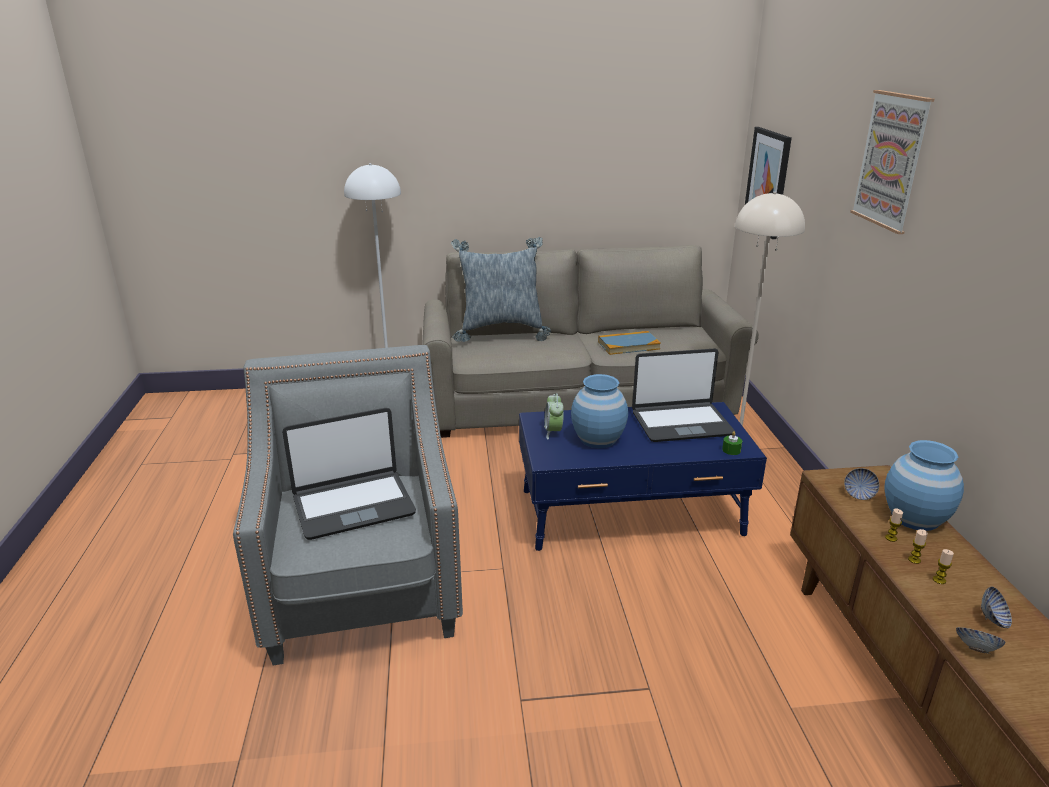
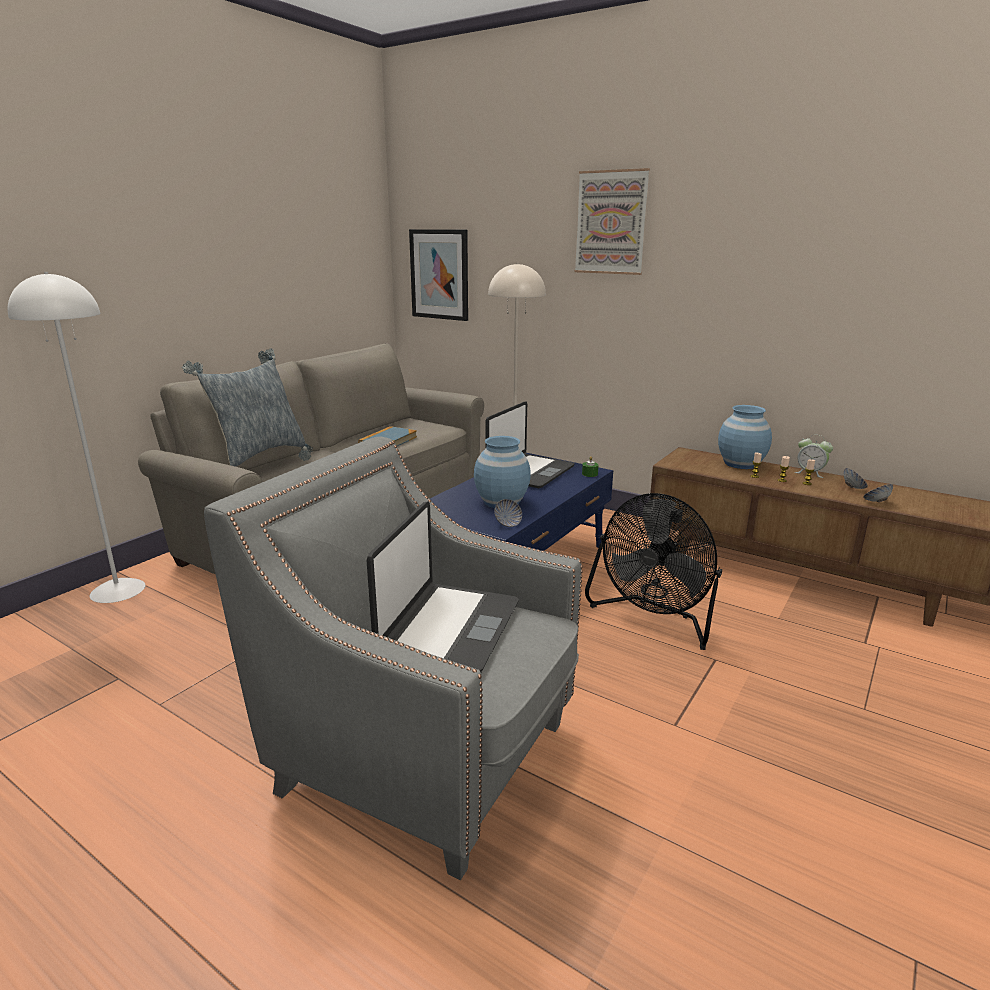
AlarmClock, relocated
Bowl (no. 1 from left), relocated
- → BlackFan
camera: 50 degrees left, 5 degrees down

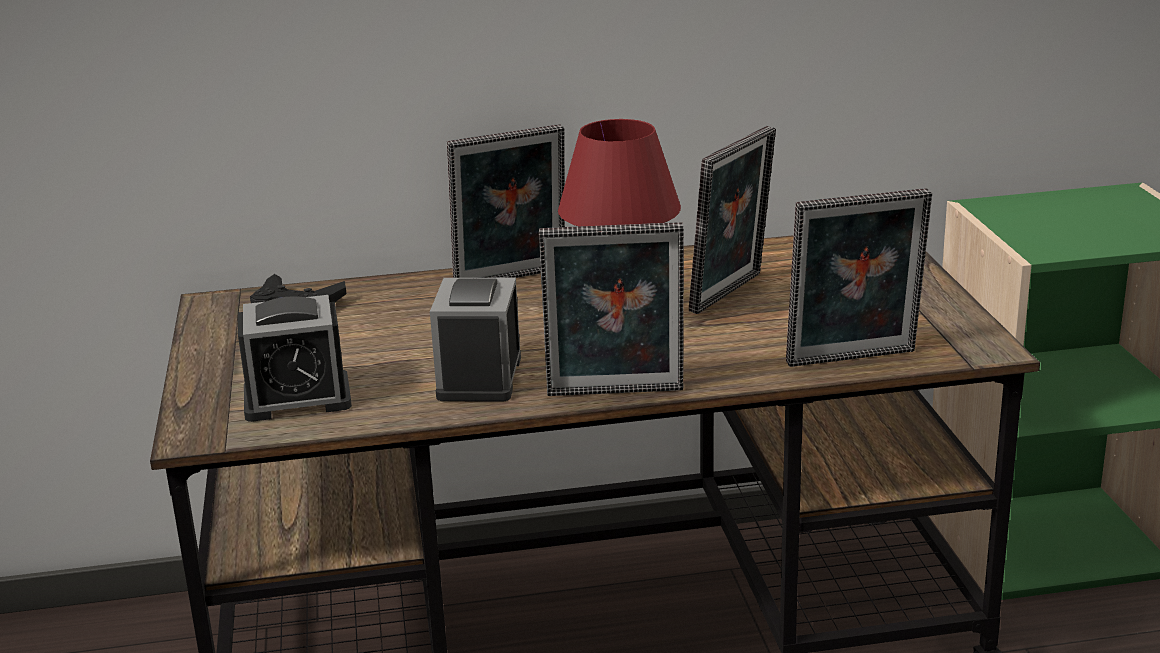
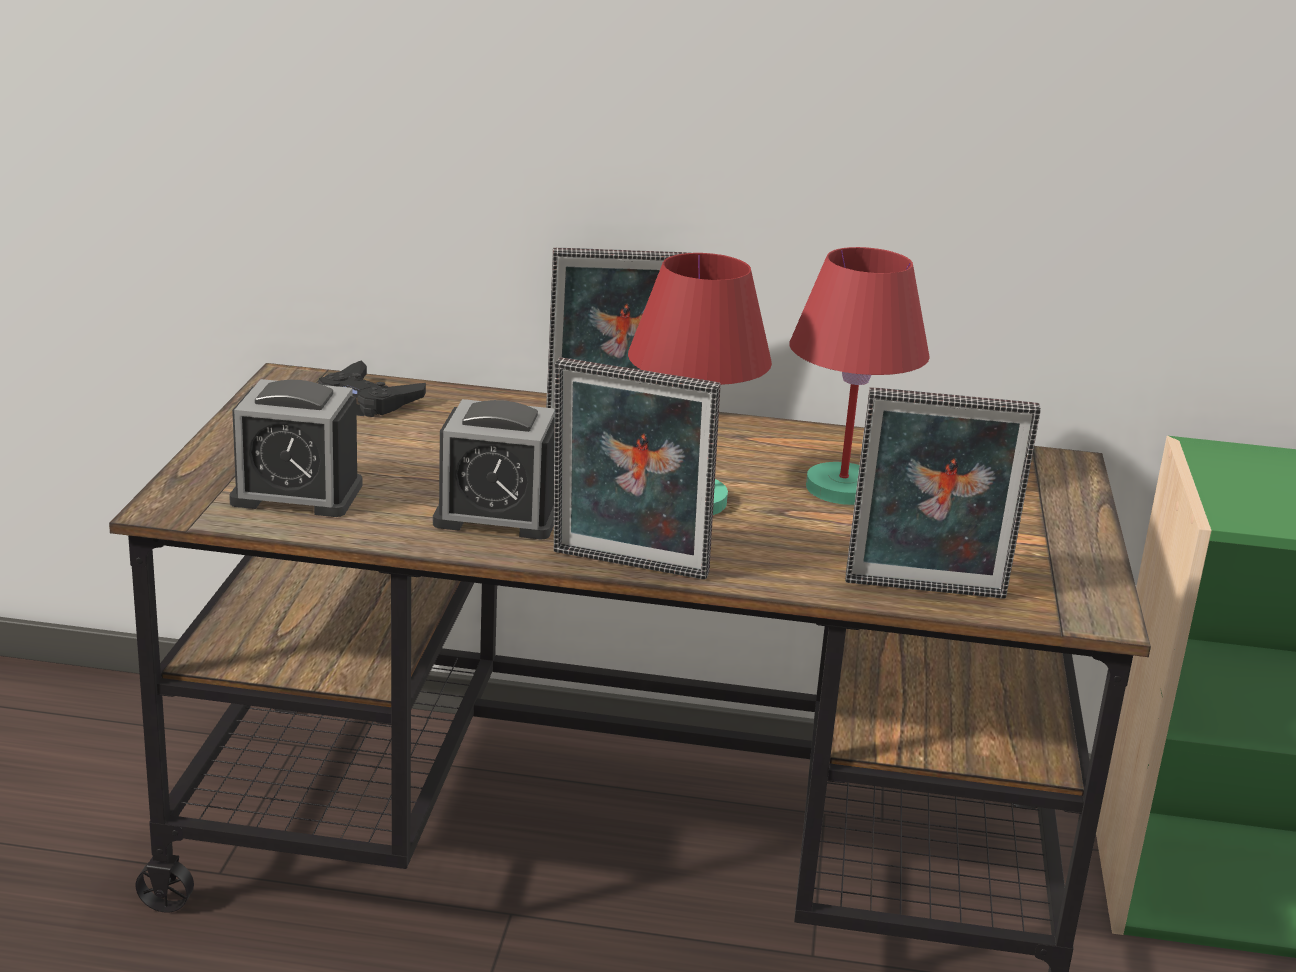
AlarmClock (no. 2 from left), 105 degrees counterclockwise
PictureFrame (no. 3 from left) → RedTableLamp (no. 2 from left)
camera: 15 degrees right, 0 degrees up

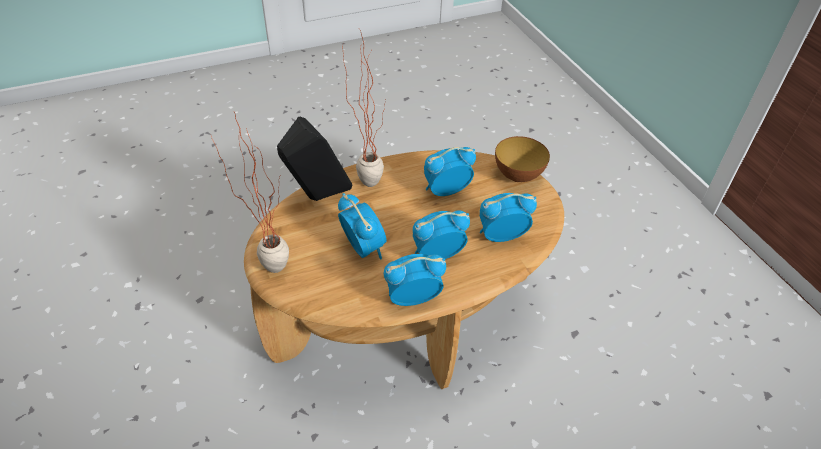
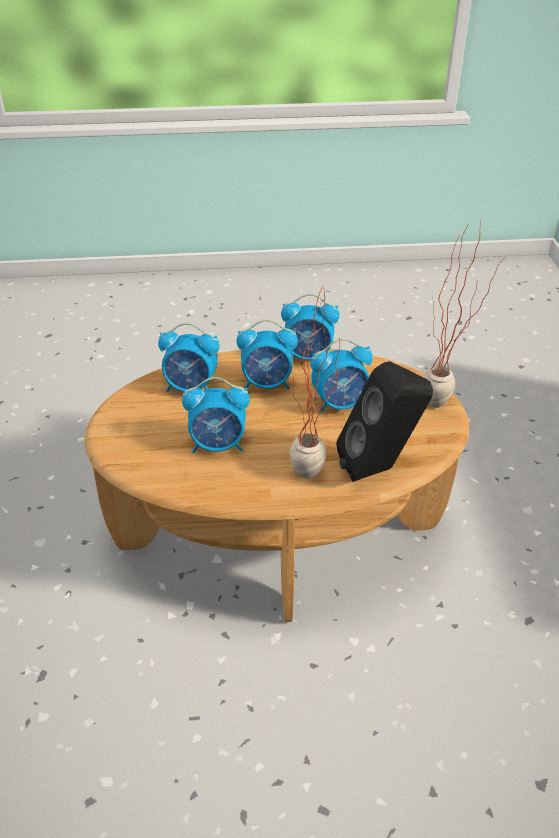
AlarmClock (no. 1 from left in the first image) → AlarmClock (no. 5 from left), 90 degrees counterclockwise
Bowl → -
camera: 160 degrees left, 5 degrees down

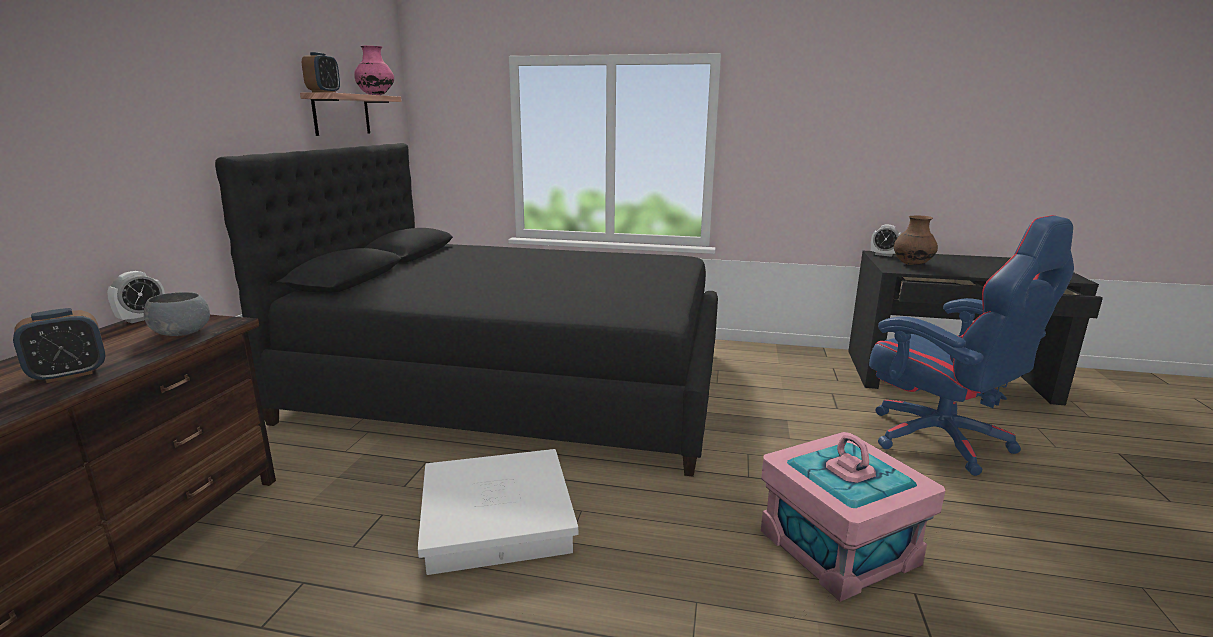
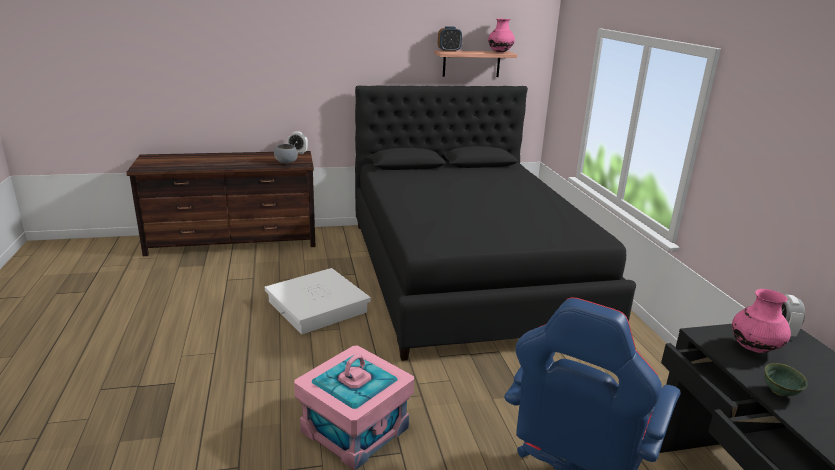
AlarmClock (no. 1 from left) → -
BrownVase → PinkVase (no. 2 from left)
- → GreenBowl
camera: 65 degrees right, 5 degrees up

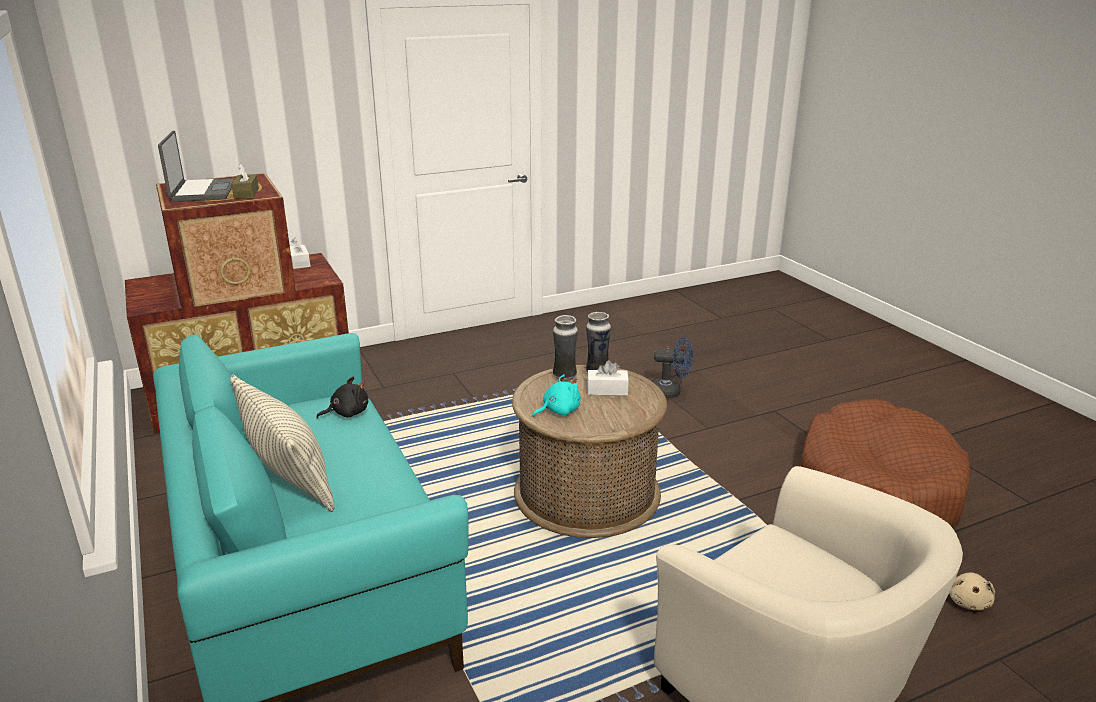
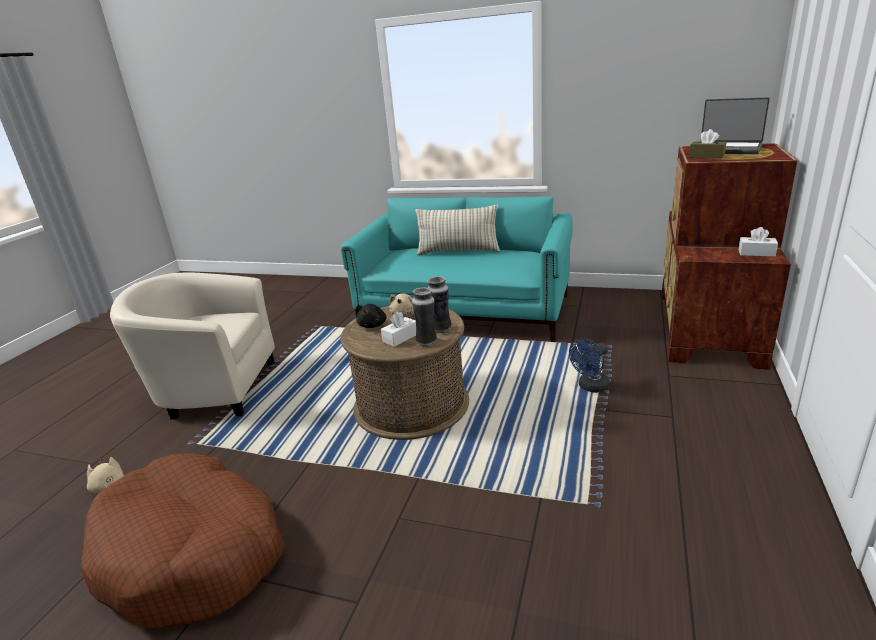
BlackPlushToy, relocated
TurquoisePlushToy → BeigePlushToy (no. 2 from left)
BlueFan, relocated
camera: 135 degrees right, 0 degrees up

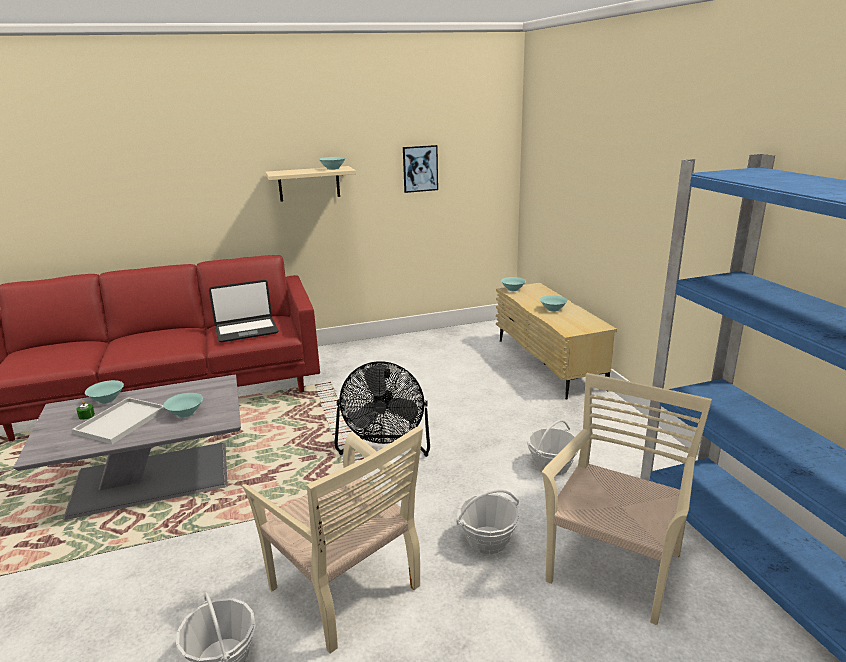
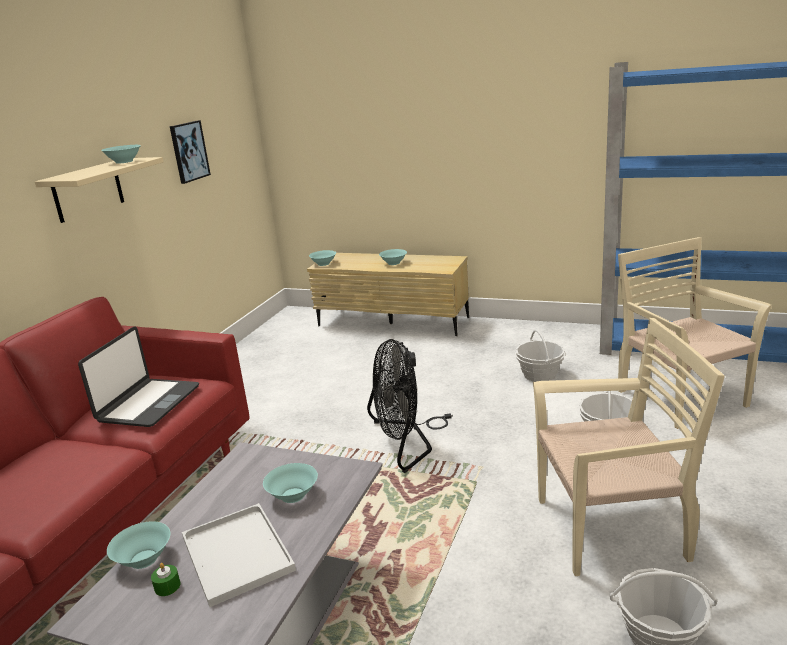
BlackFan, 120 degrees clockwise
camera: 50 degrees left, 0 degrees up

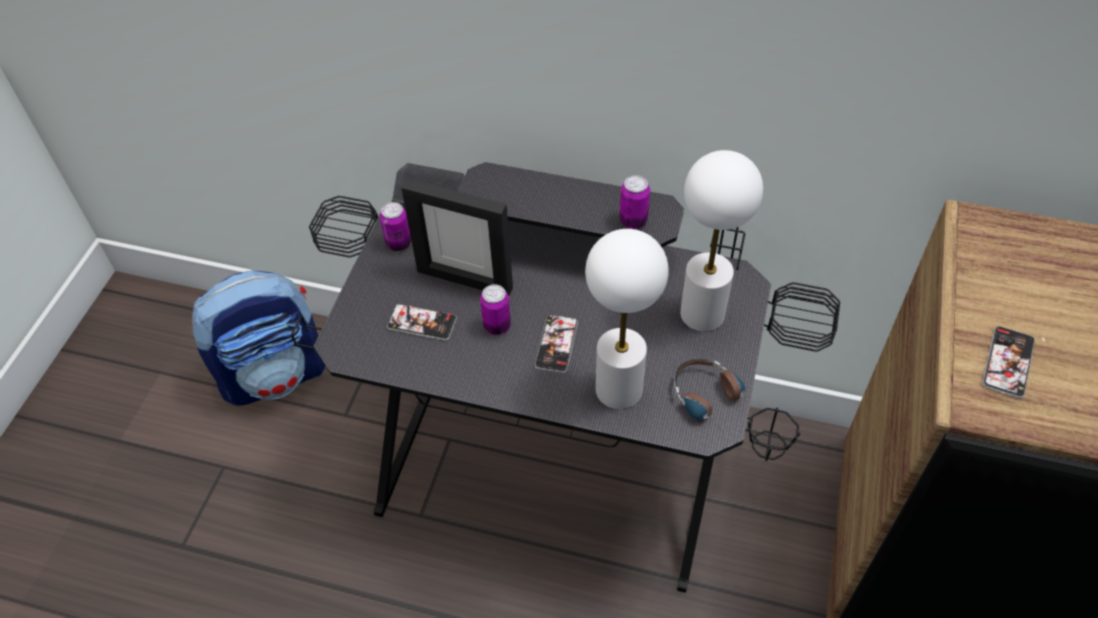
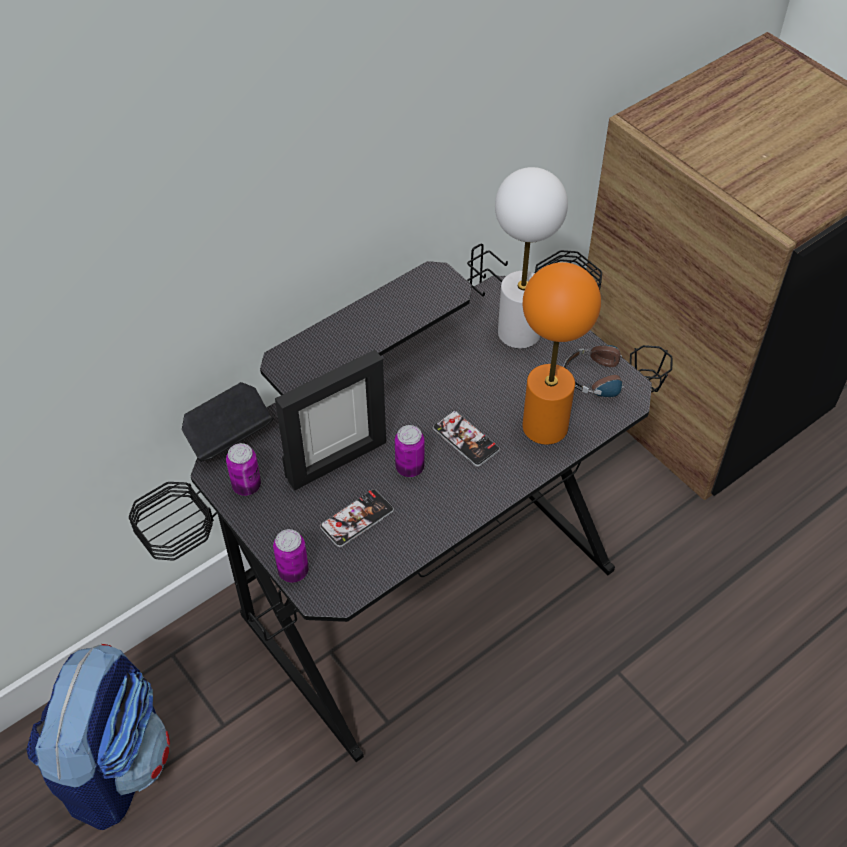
WhiteTableLamp (no. 1 from left) → OrangeTableLamp
Can (no. 3 from left in the first image) → Can (no. 2 from left), relocated
Phone (no. 3 from left) → -
camera: 55 degrees left, 0 degrees up

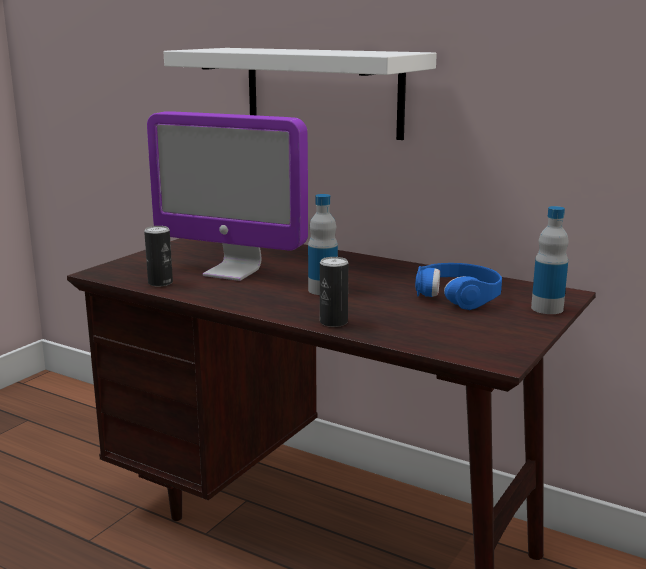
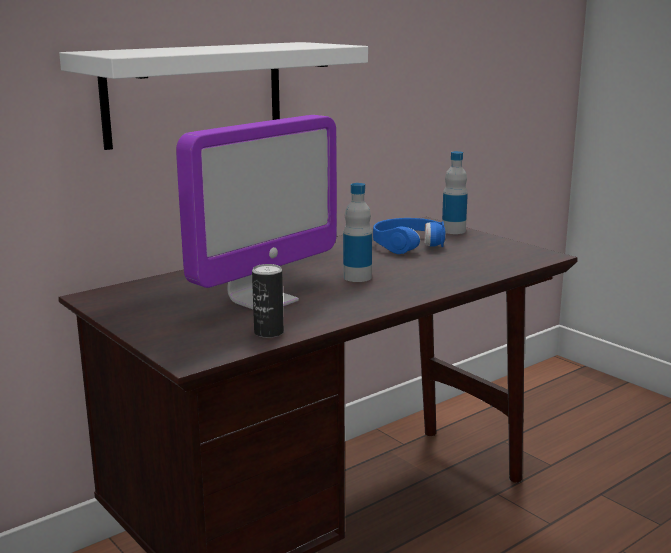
Can (no. 2 from left) → -
camera: 70 degrees left, 0 degrees up

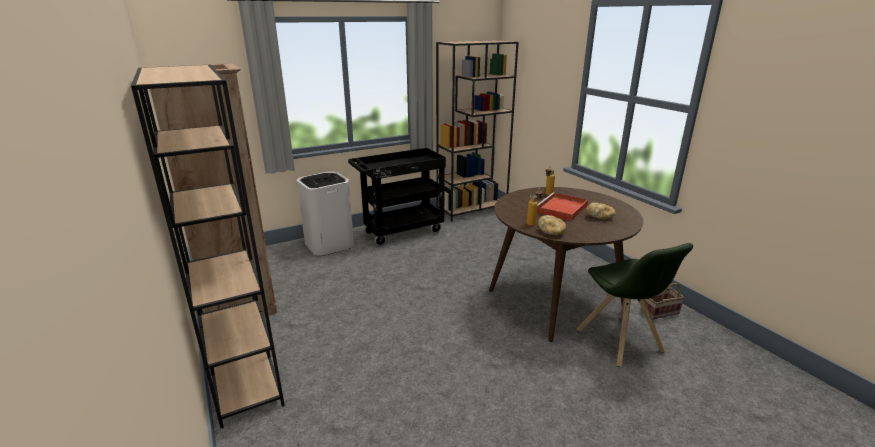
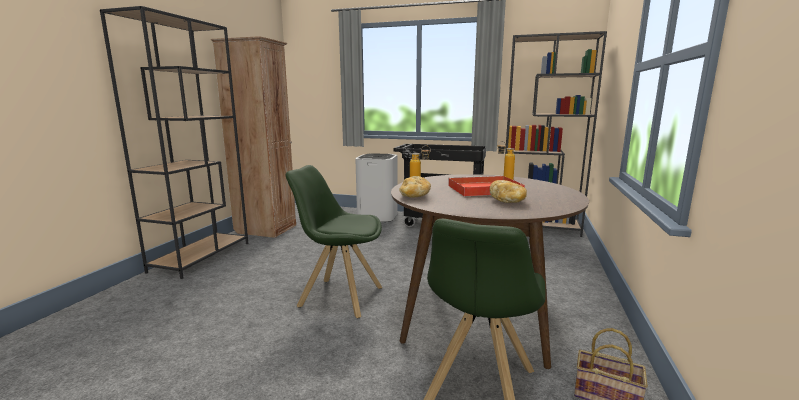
- → GreenChair (no. 1 from left)
camera: 45 degrees right, 10 degrees down

